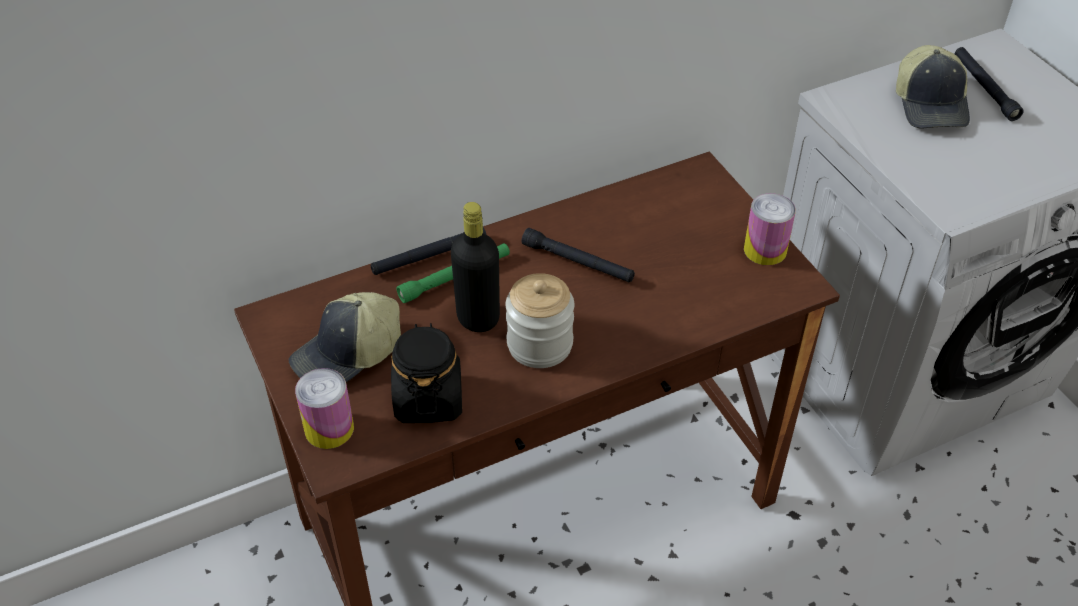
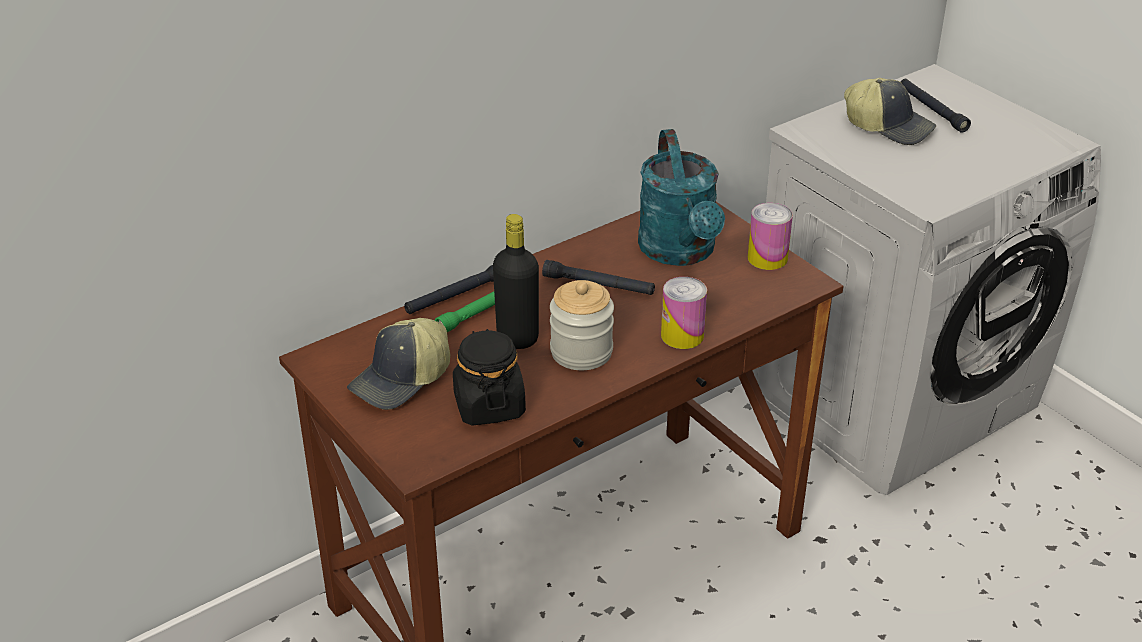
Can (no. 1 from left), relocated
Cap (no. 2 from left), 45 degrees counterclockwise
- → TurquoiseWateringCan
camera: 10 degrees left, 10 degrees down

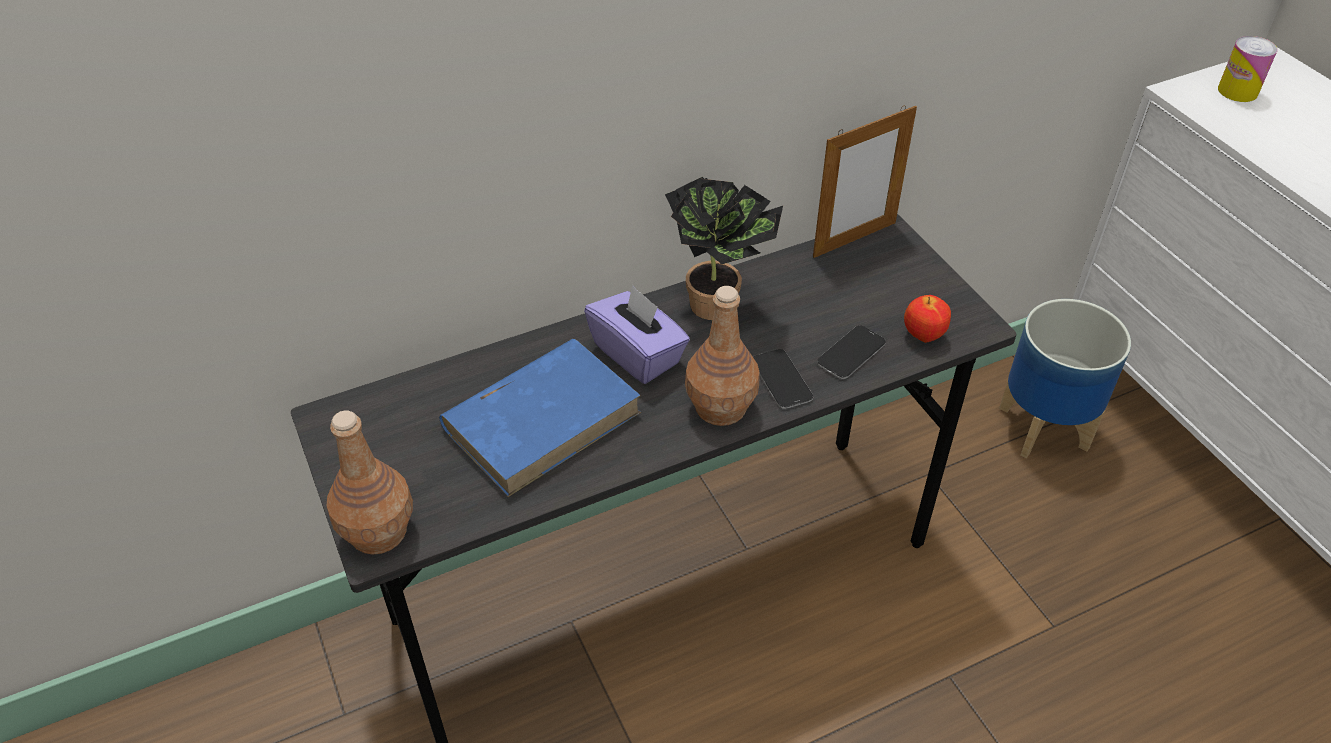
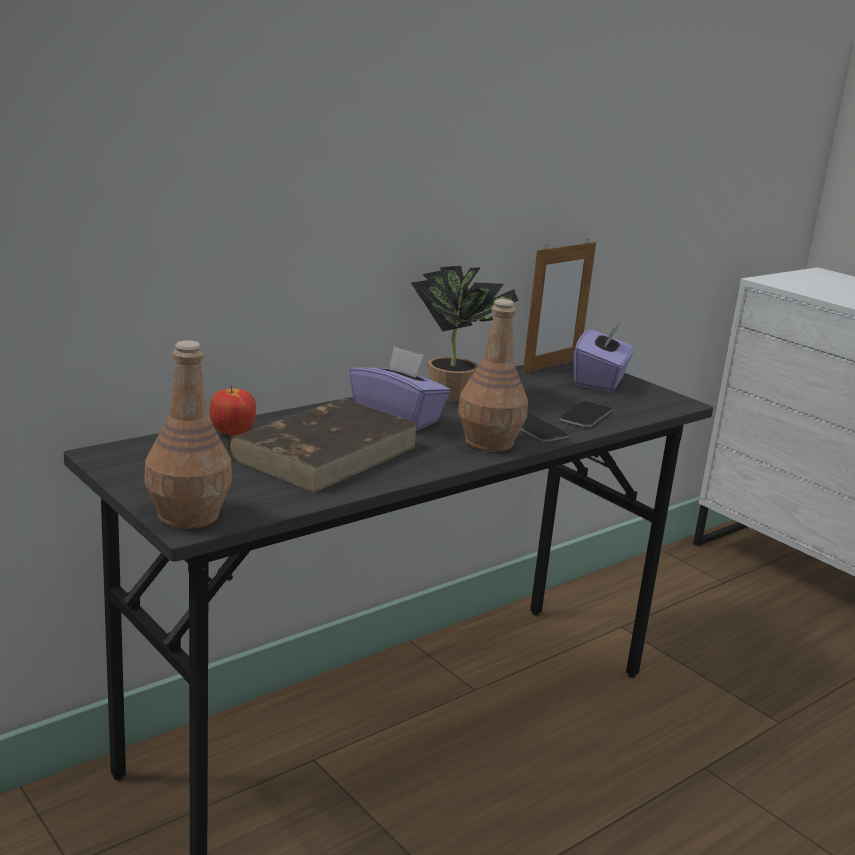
BlueBook → BrownBook
Apple, relocated
Planter → -
Can → -
- → PurpleTissueBox (no. 2 from left)
camera: 15 degrees left, 25 degrees down

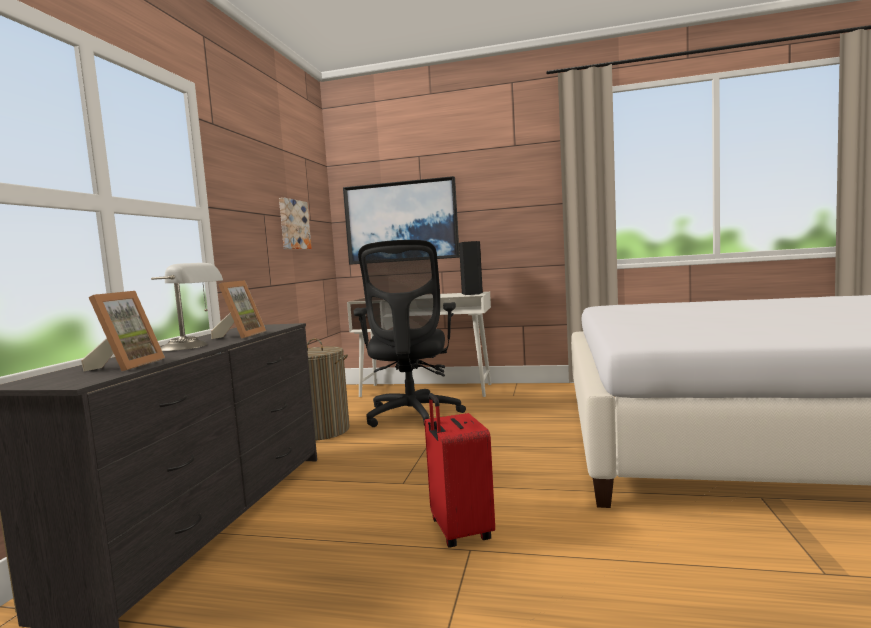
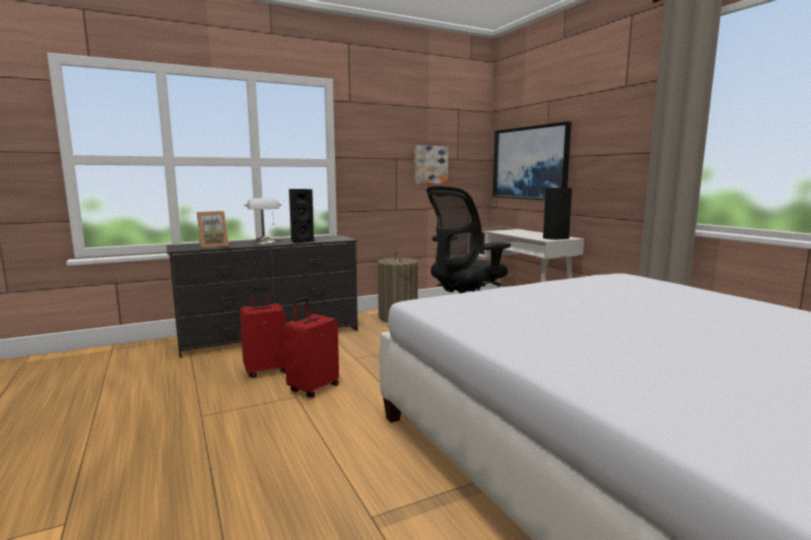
PictureFrame (no. 2 from left) → BlackSpeaker (no. 1 from left)
- → RedSuitcase (no. 1 from left)
camera: 50 degrees right, 5 degrees up

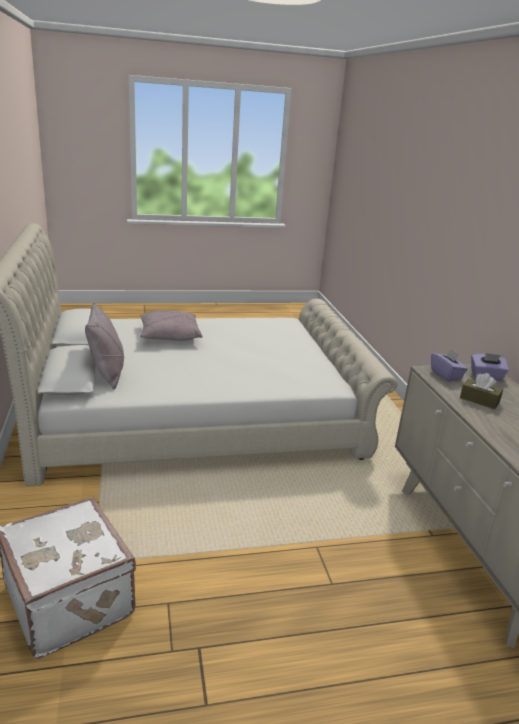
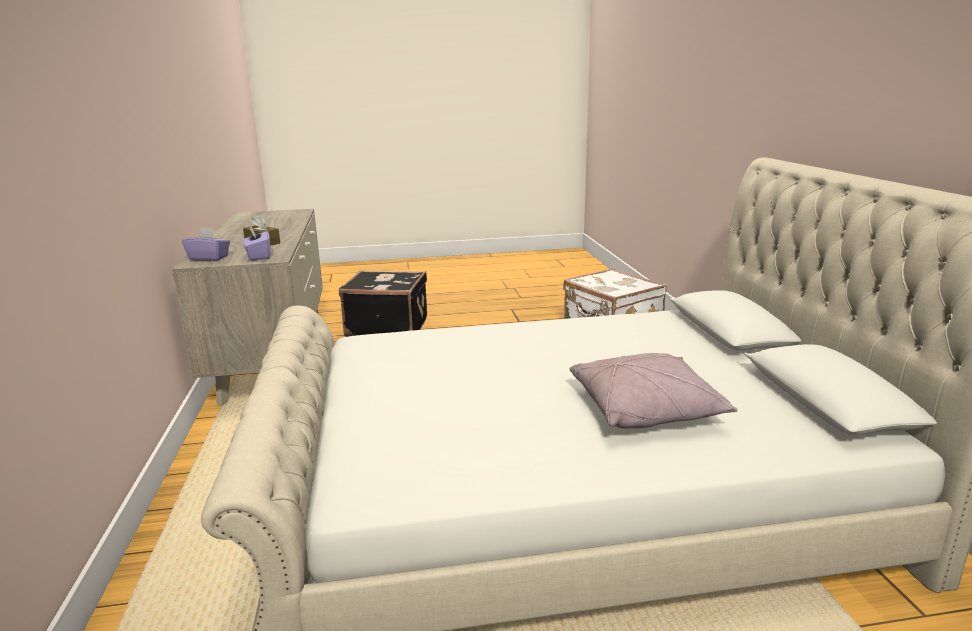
PurplePillow (no. 1 from left) → -
- → BlackSuitcase
camera: 175 degrees left, 5 degrees down

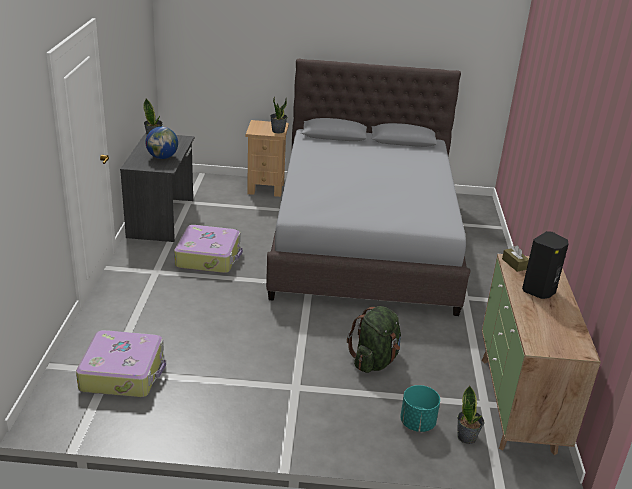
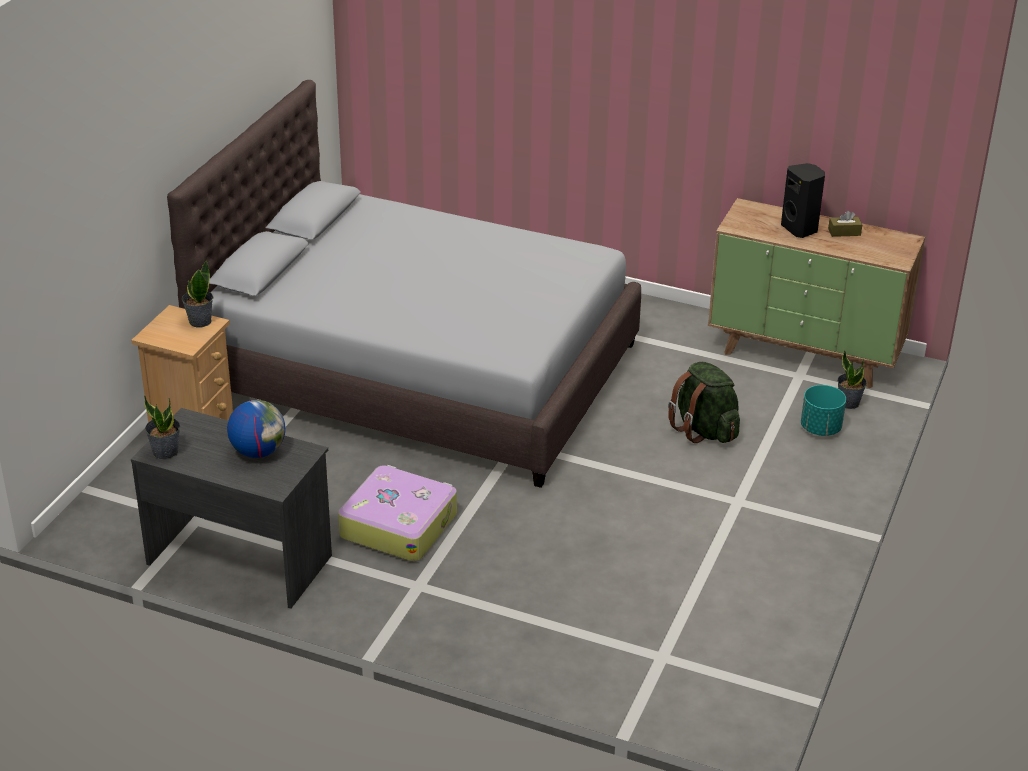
Suitcase (no. 1 from left) → -
BrownTissueBox, relocated
camera: 70 degrees left, 5 degrees up

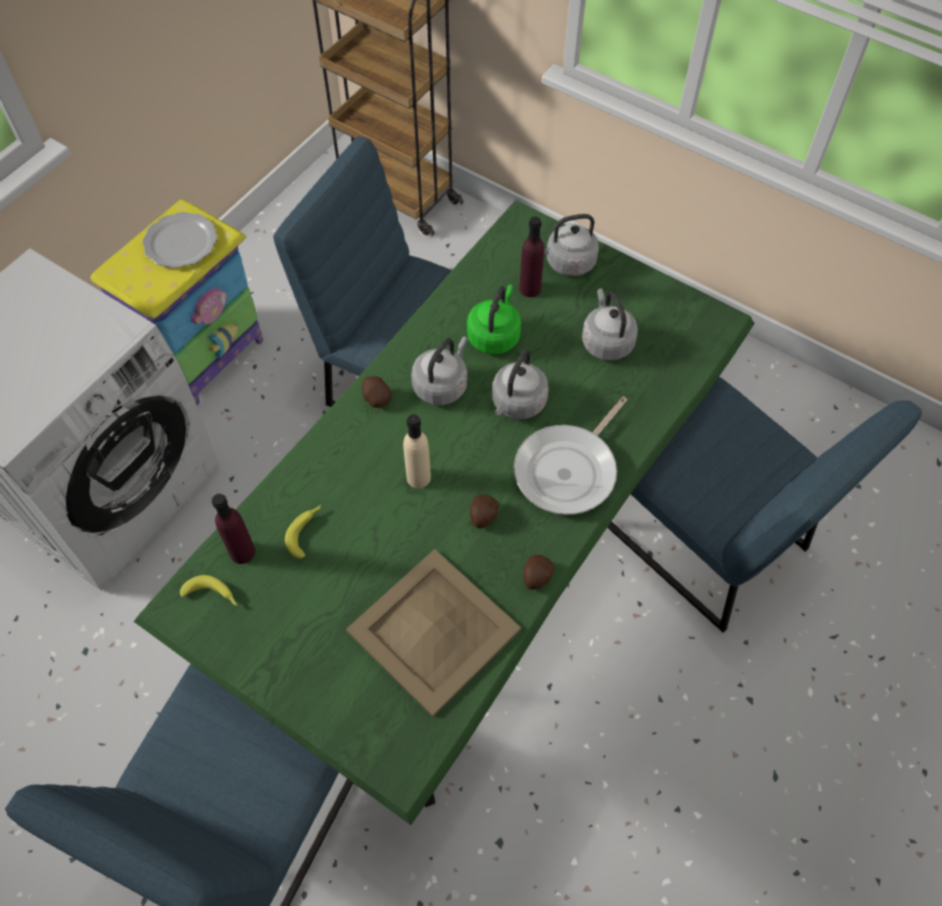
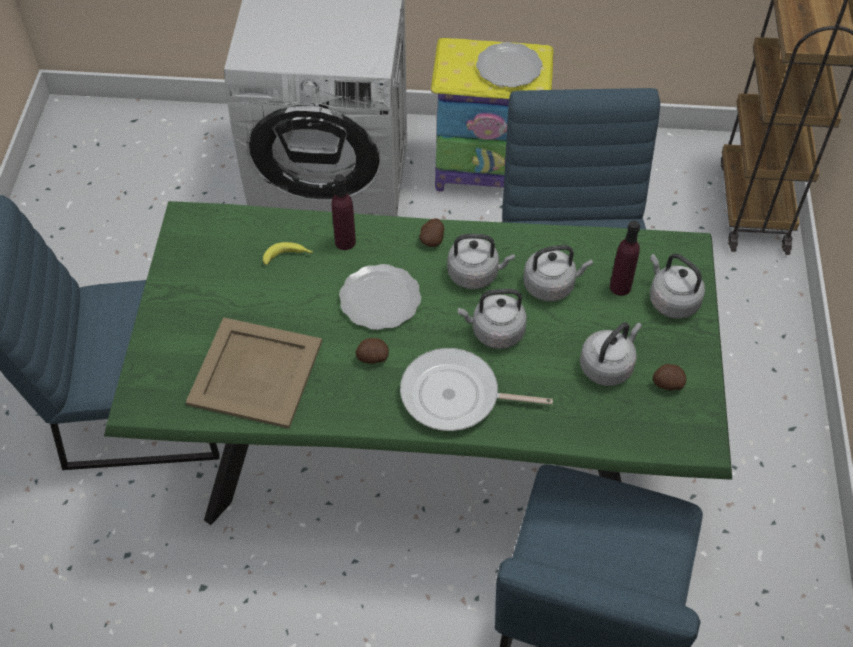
Banana (no. 1 from left) → -
PurpleBottle (no. 1 from left), relocated
BeigeBottle → Plate (no. 1 from left)
GreenKettle → GreyKettle (no. 3 from left)
Potato (no. 3 from left), relocated
camera: 60 degrees right, 5 degrees down

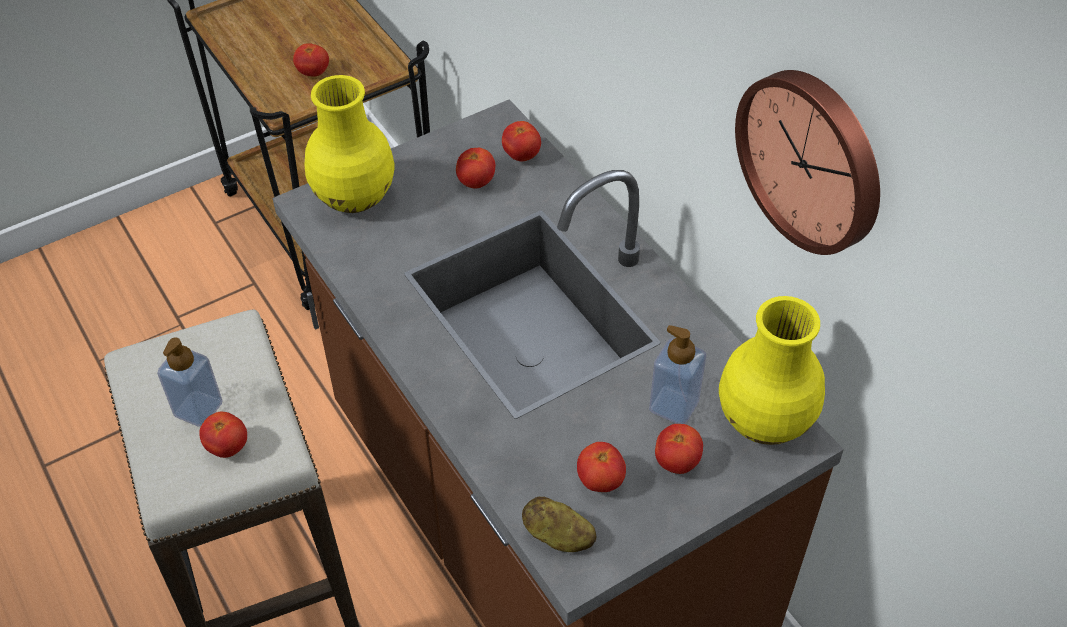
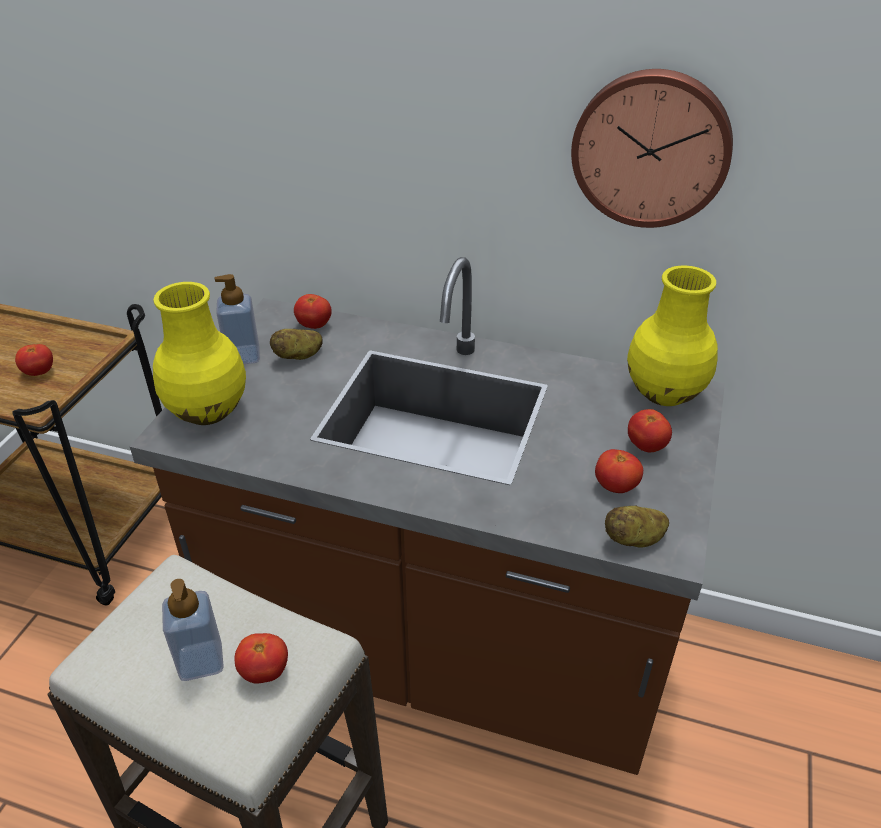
Tomato (no. 3 from left) → Potato (no. 1 from left)
SoapDispenser (no. 2 from left), relocated
camera: 40 degrees left, 10 degrees down

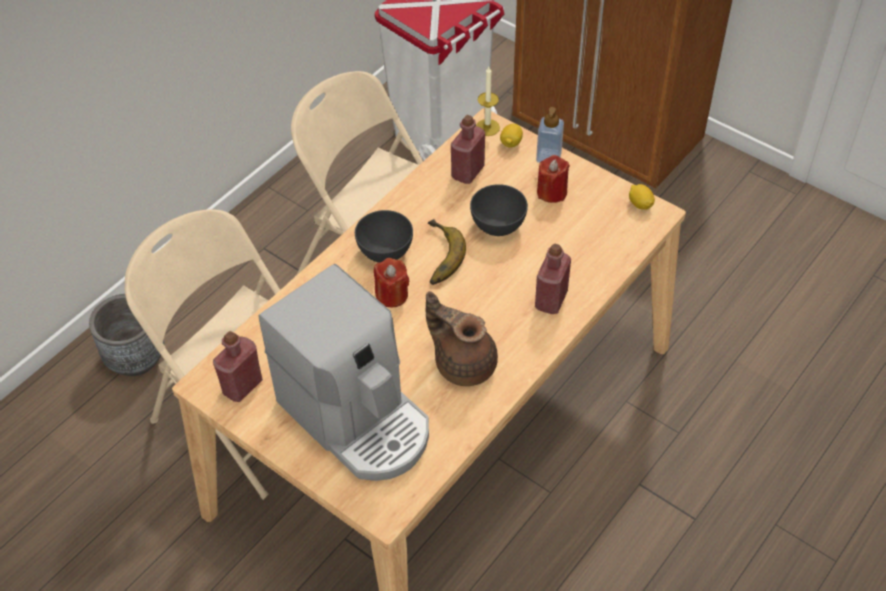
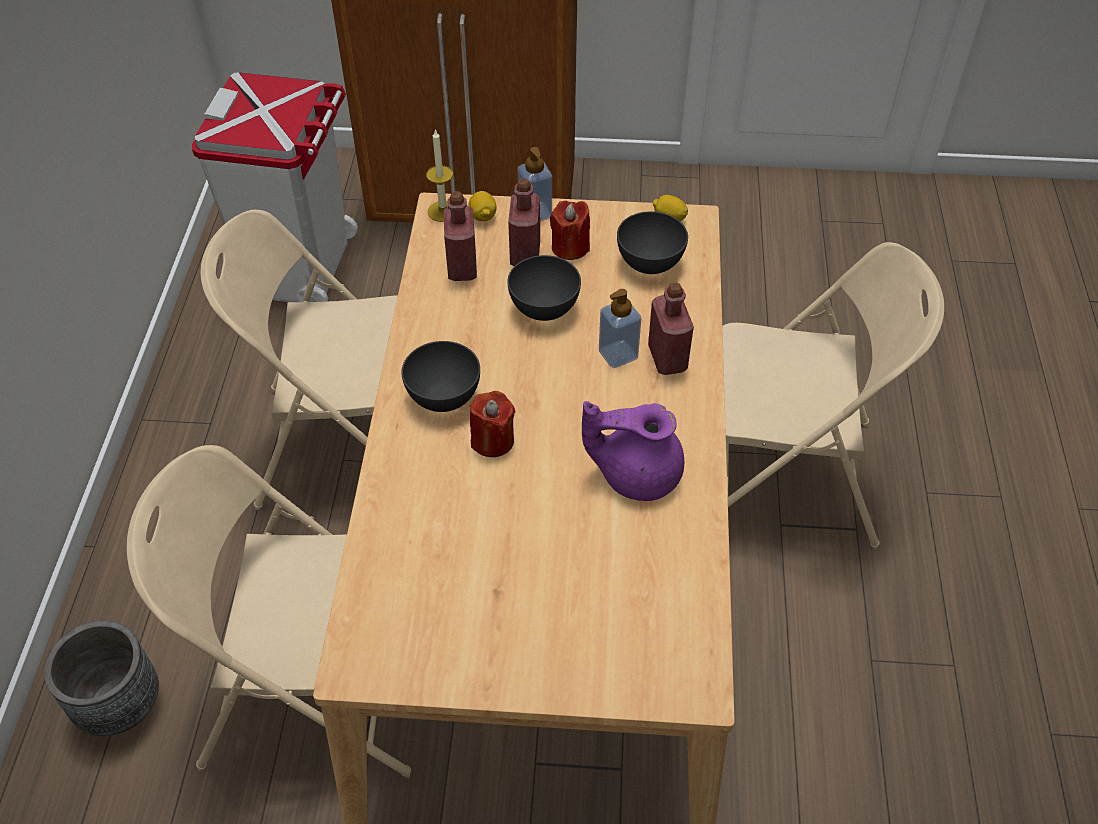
RedBottle (no. 1 from left in the first image) → RedBottle (no. 2 from left), relocated
CoffeeMachine → -
BrownTeapot → PurpleTeapot
Banana → -
- → SoapDispenser (no. 2 from left)
- → GreyBowl (no. 3 from left)
- → BeigeChair (no. 3 from left)
camera: 35 degrees left, 0 degrees up

